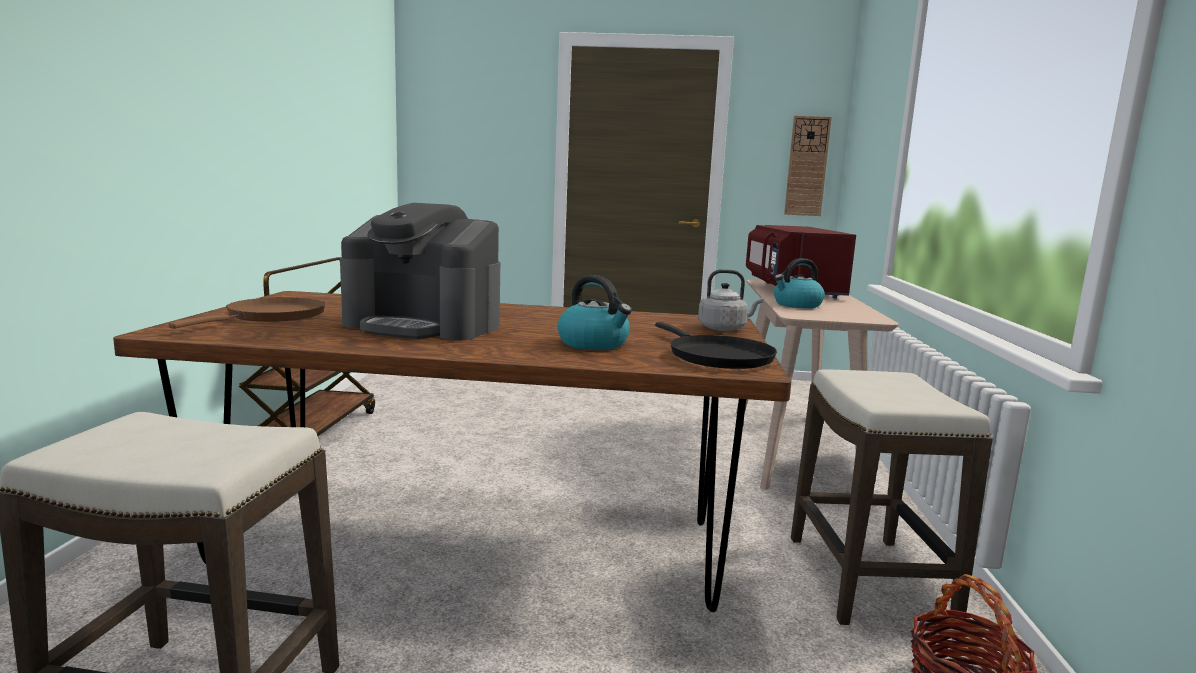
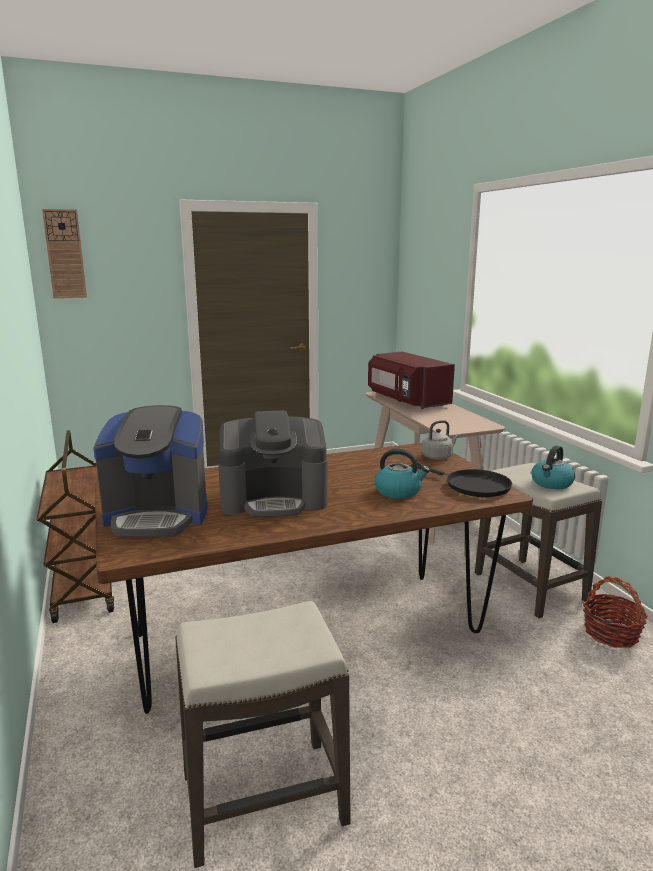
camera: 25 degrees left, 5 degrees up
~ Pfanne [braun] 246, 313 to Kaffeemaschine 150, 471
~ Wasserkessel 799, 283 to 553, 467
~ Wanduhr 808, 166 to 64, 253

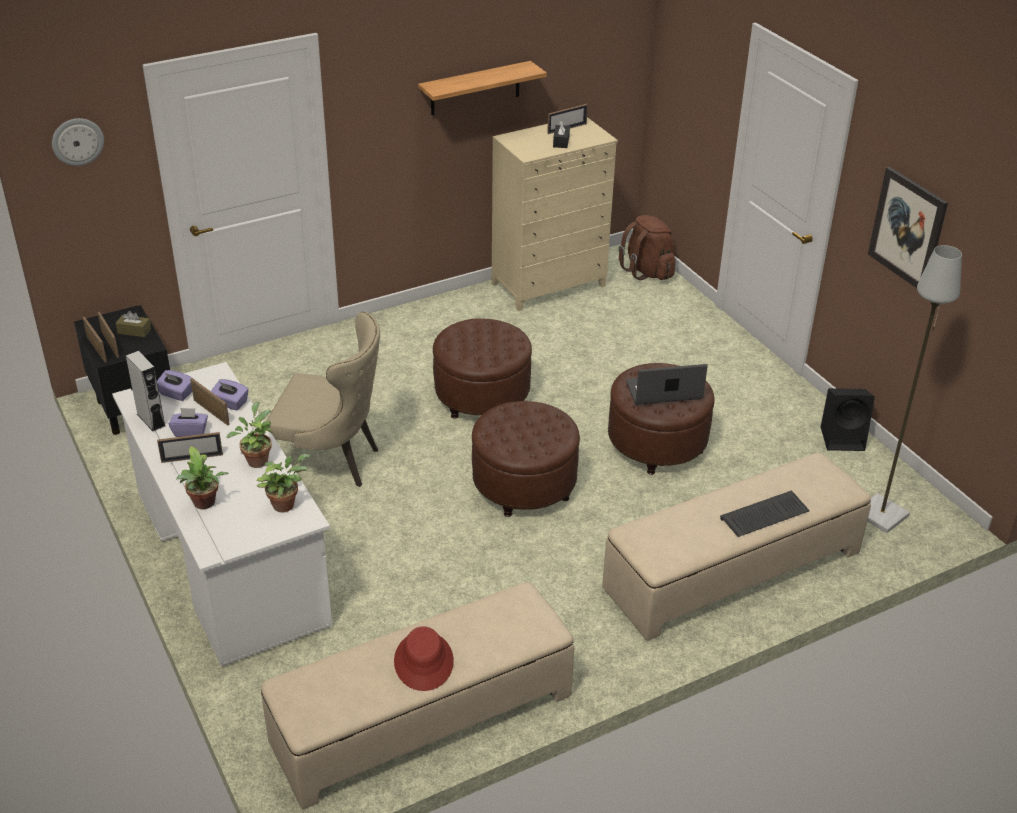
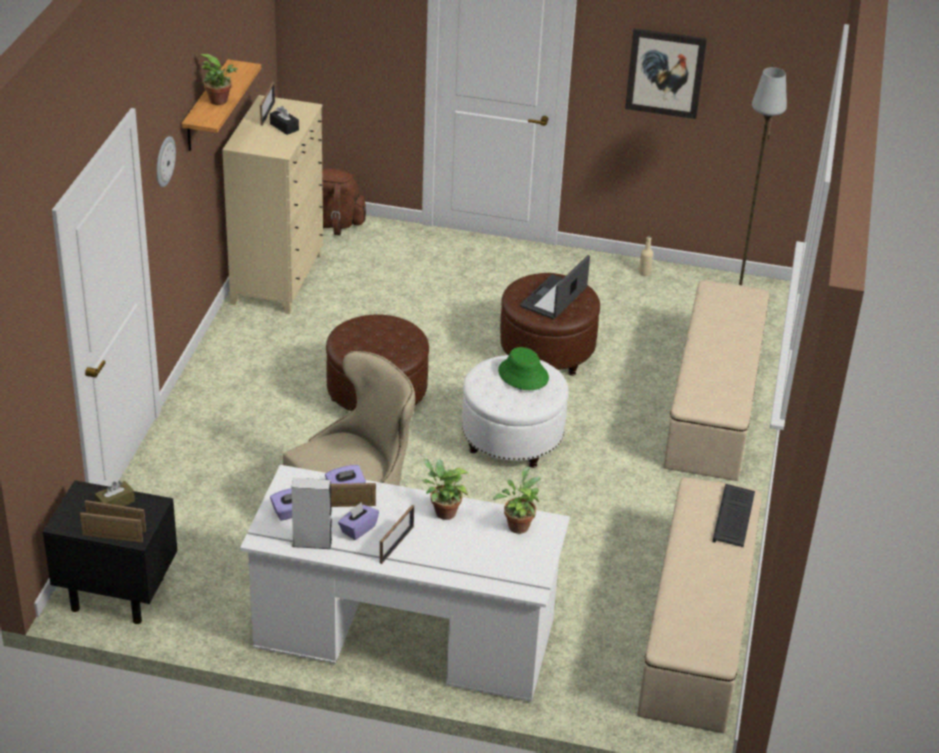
camera: 50 degrees left, 0 degrees up
~ Wanduhr 78, 142 to 166, 161
~ Topfpflanze 202, 477 to 219, 79
- Hut [rot] 424, 658
~ Polsterhocker [braun] 526, 459 to Polsterhocker [weiß] 515, 411
~ Tastatur 765, 513 to 734, 515
~ Lautsprecher [schwarz] 848, 419 to Flasche [beige] 646, 256
+ Hut [grün] 523, 368

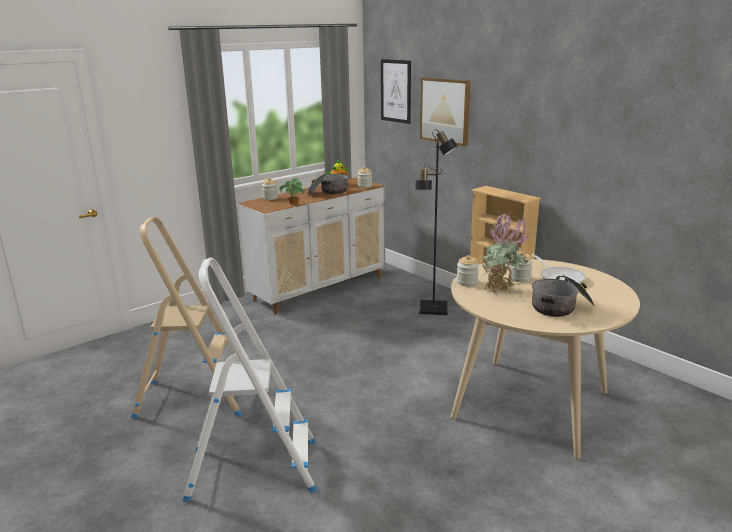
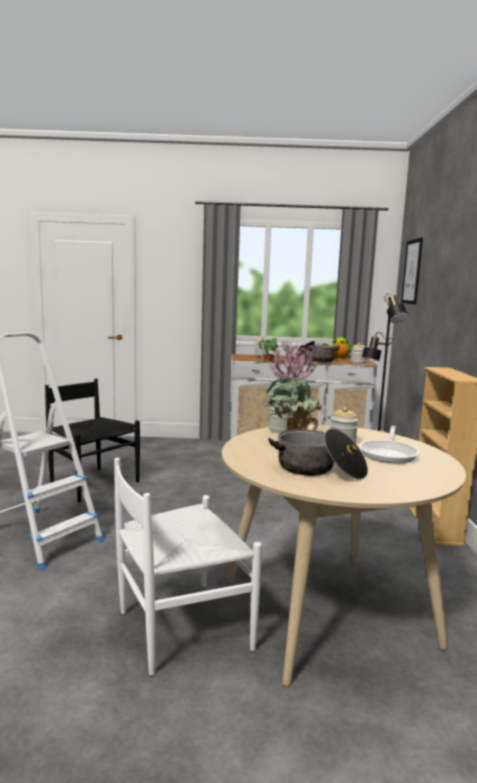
camera: 40 degrees right, 10 degrees down
~ Trittleiter [beige] 186, 317 to Stuhl [schwarz] 92, 440
- Bild 445, 112
+ Stuhl [weiß] 188, 567

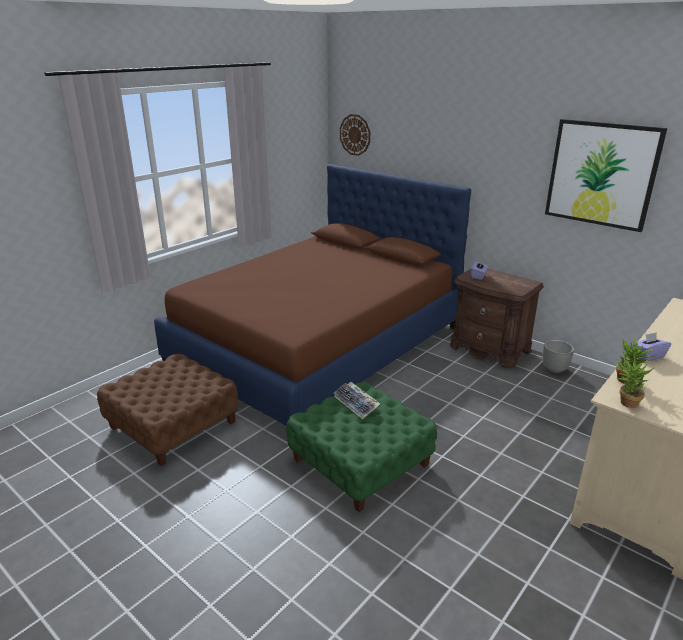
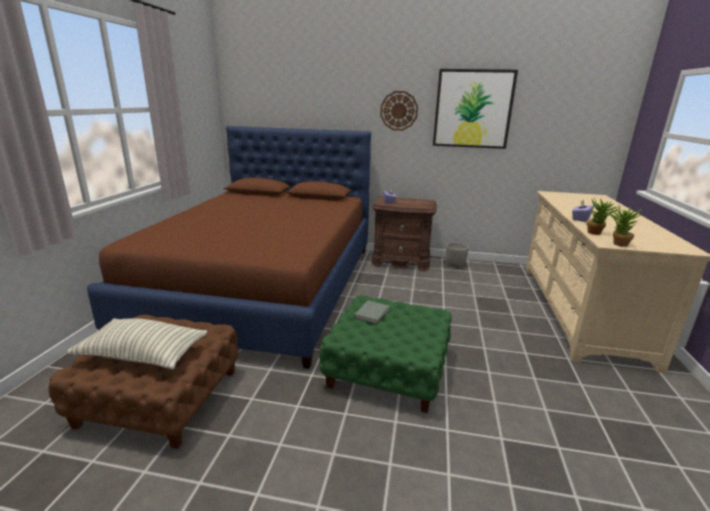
camera: 30 degrees left, 5 degrees down
~ Tastatur 357, 400 to Buch [grau] 372, 312
~ Wanduhr 355, 135 to 399, 111
+ Kissen 136, 343

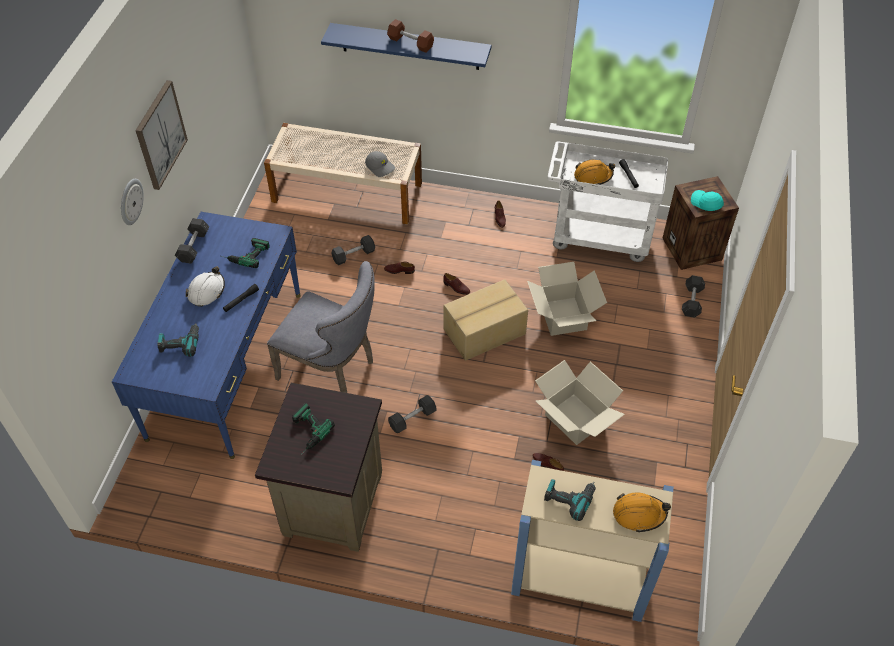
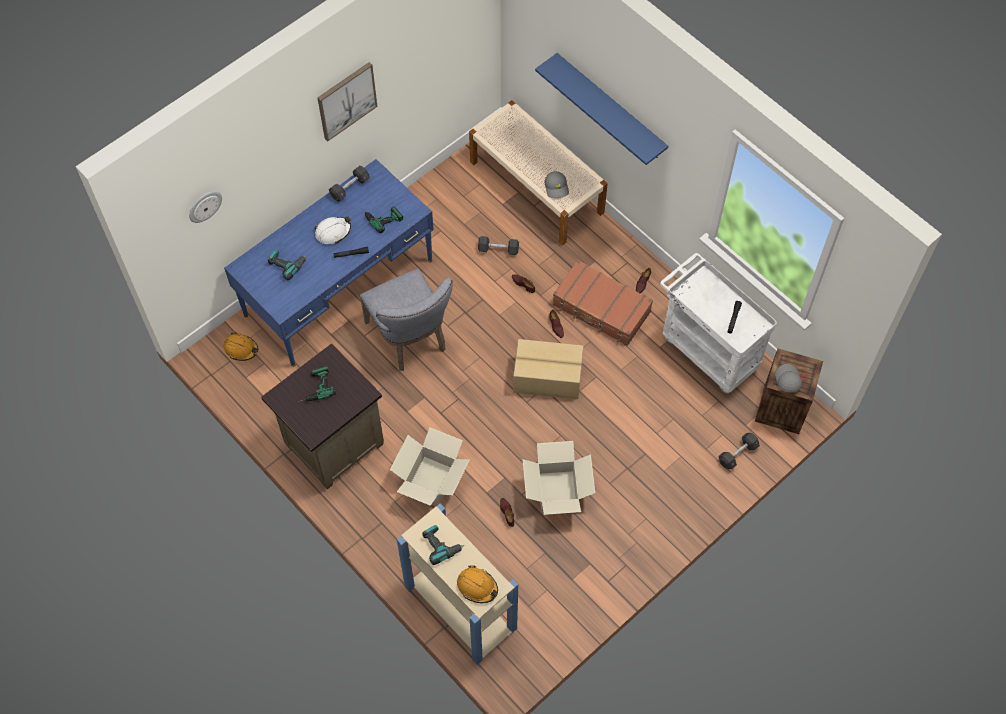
camera: 35 degrees right, 10 degrees up
~ Wanduhr 132, 202 to 205, 207
- Hantel [braun] 410, 36
- Hantel [grau] 412, 414
~ Karton 567, 299 to 430, 466
~ Schutzhelm [orange] 594, 172 to 241, 346
~ Kappe [türkis] 707, 200 to Kappe [grau] 788, 378
+ Koffer [braun] 603, 303

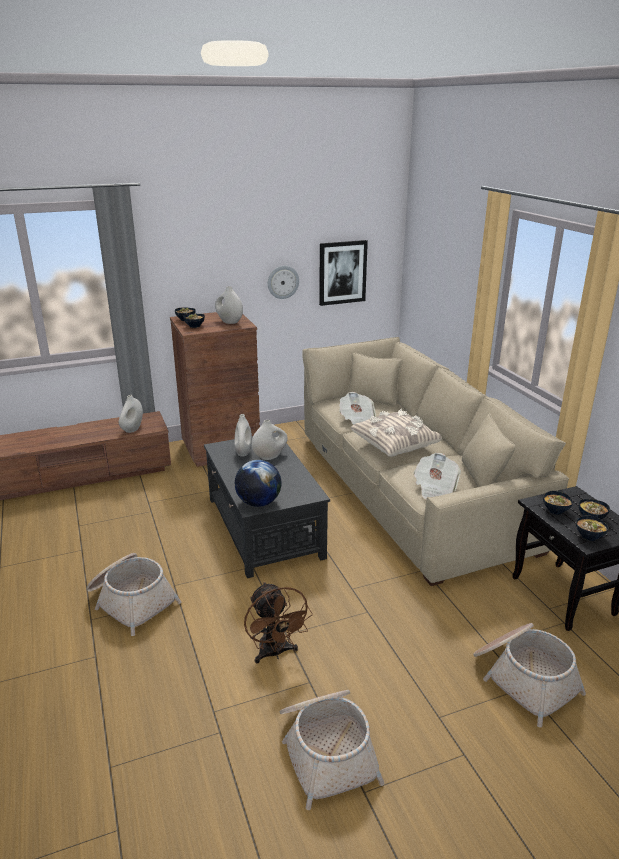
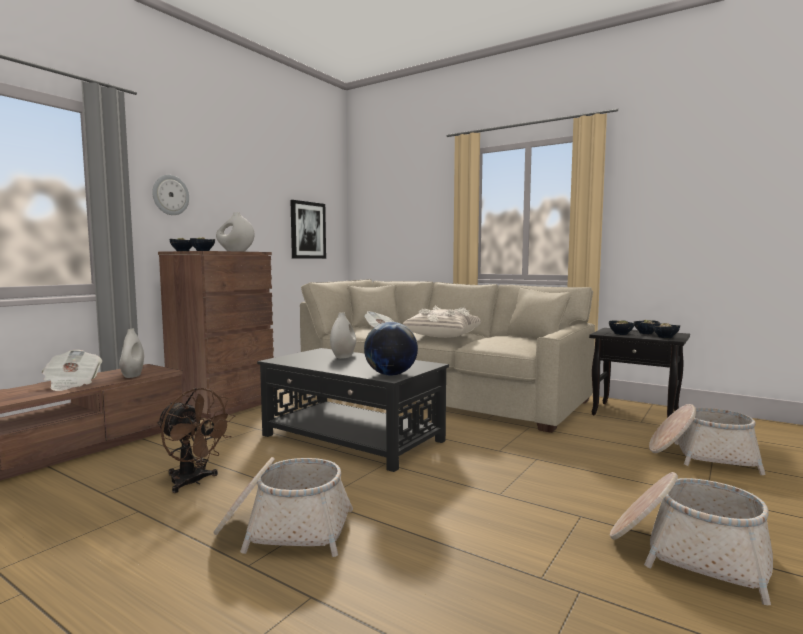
camera: 35 degrees left, 20 degrees down
- Vase [weiß] 243, 435
~ Ventilator [braun] 278, 622 to 196, 440
~ Wanduhr 283, 282 to 170, 195
~ Zeitung 437, 476 to 72, 370

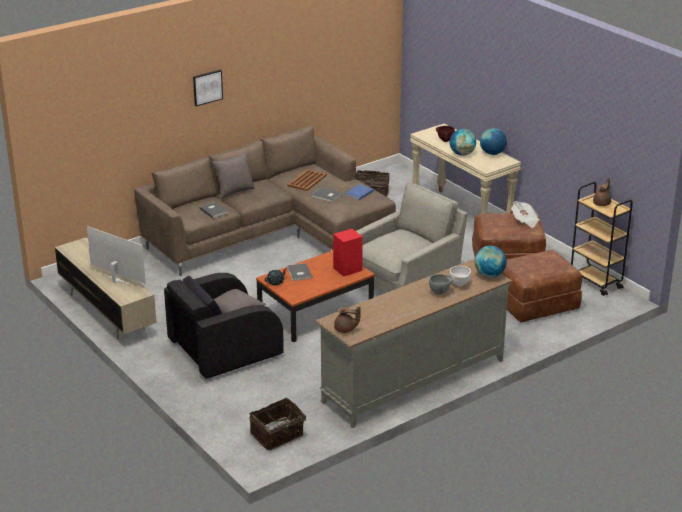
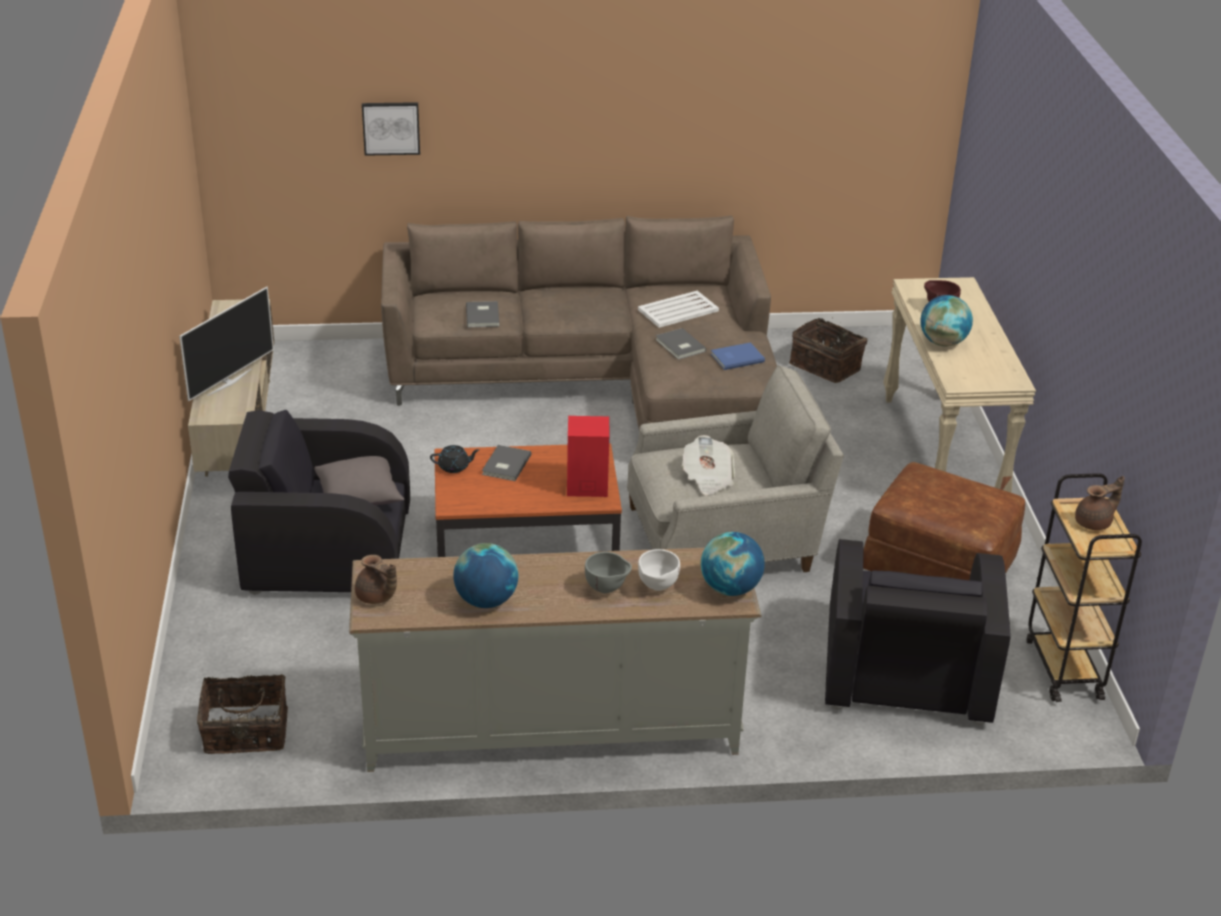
camera: 30 degrees right, 5 degrees up
~ Fernseher 116, 256 = 226, 344 60 degrees clockwise
~ Bild 208, 88 to 391, 129
- Kissen [grau] 233, 176
~ Tablett [braun] 307, 180 to Tablett [weiß] 678, 309
~ Globus 493, 141 to 485, 575
~ Polsterhocker [braun] 541, 286 to Sessel [schwarz] 918, 632
~ Zeitung 525, 214 to 708, 465

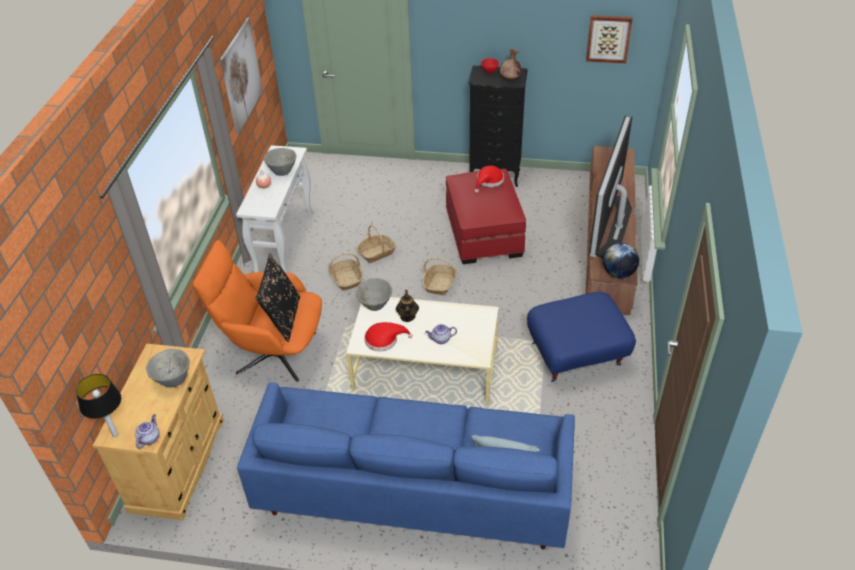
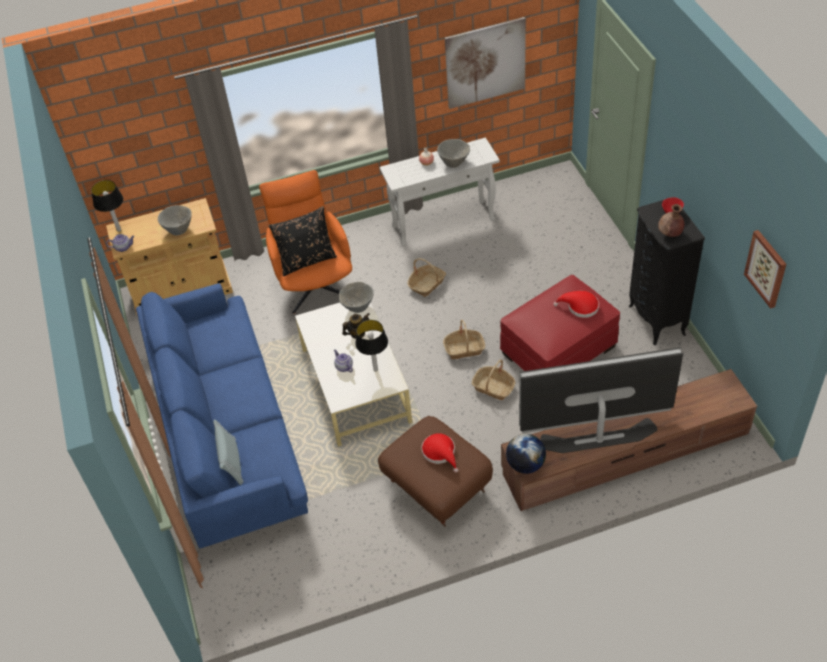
camera: 65 degrees right, 5 degrees up
~ Korb 376, 244 to 494, 379
~ Hut [rot] 388, 336 to 440, 452
~ Polsterhocker [blau] 581, 337 to Polsterhocker [braun] 435, 471
+ Tischlampe 371, 346

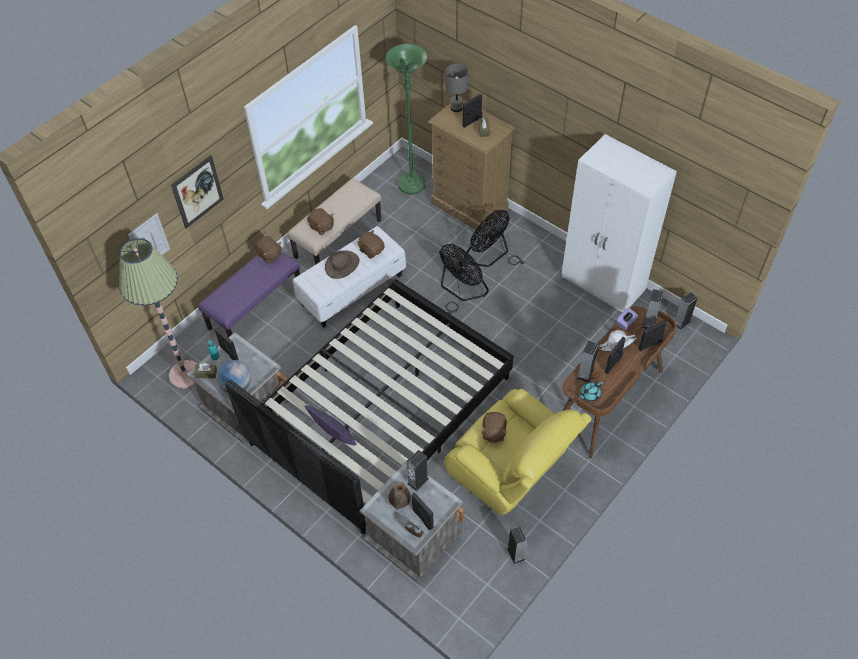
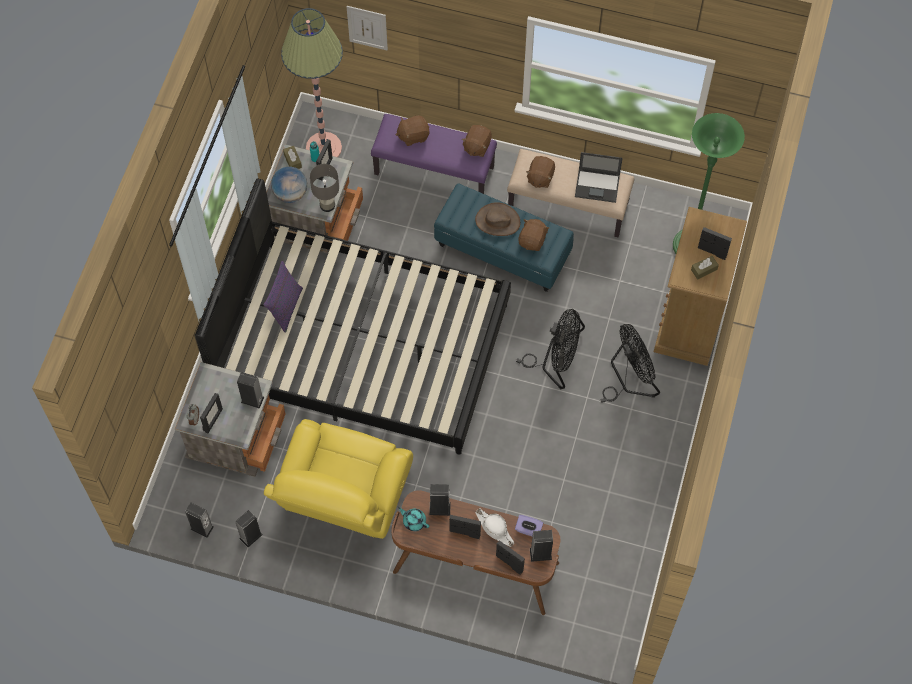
camera: 65 degrees right, 10 degrees up
- Bild 197, 192
~ Polsterhocker [weiß] 349, 276 to Polsterhocker [blau] 504, 237
- Teekanne [braun] 400, 496
~ Tischlampe [grau] 457, 88 to 324, 188
~ Ventilator [schwarz] 494, 238 = 629, 363 45 degrees clockwise
~ Plüschtier [braun] 494, 427 to 412, 130
- Kleiderschrank [weiß] 619, 223
~ Lautsprecher 686, 311 to 199, 520
+ Laptop 599, 177

